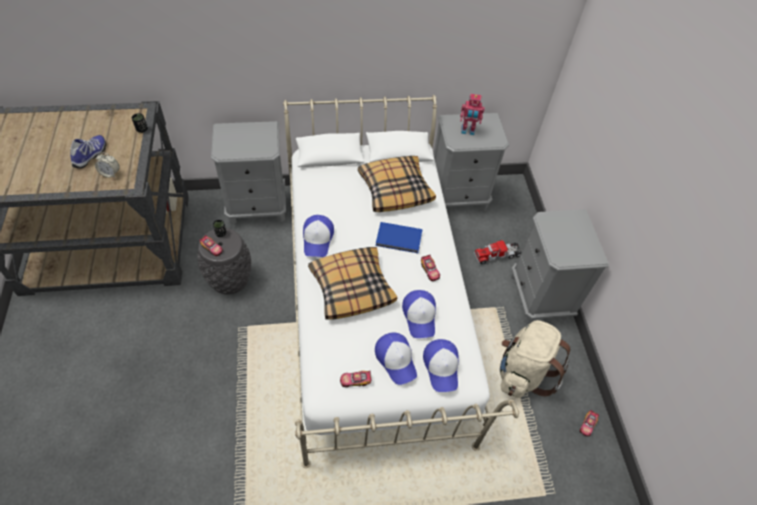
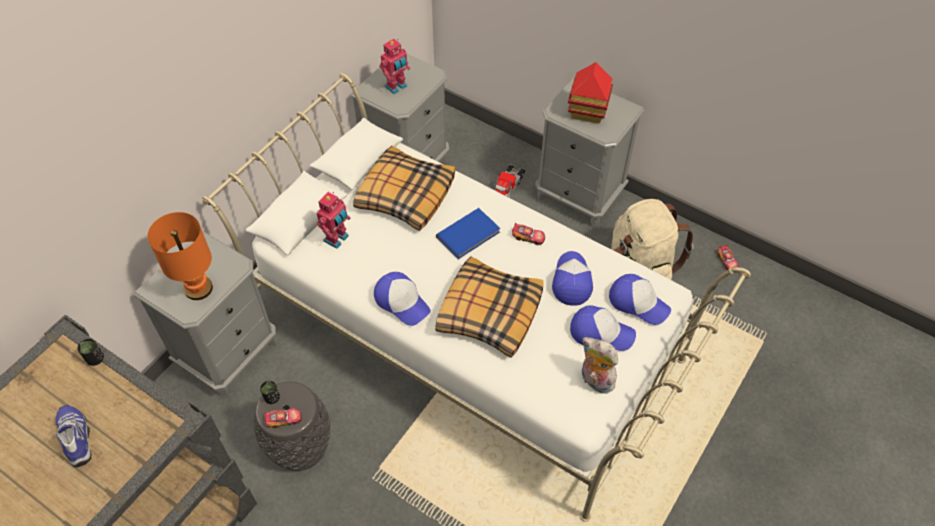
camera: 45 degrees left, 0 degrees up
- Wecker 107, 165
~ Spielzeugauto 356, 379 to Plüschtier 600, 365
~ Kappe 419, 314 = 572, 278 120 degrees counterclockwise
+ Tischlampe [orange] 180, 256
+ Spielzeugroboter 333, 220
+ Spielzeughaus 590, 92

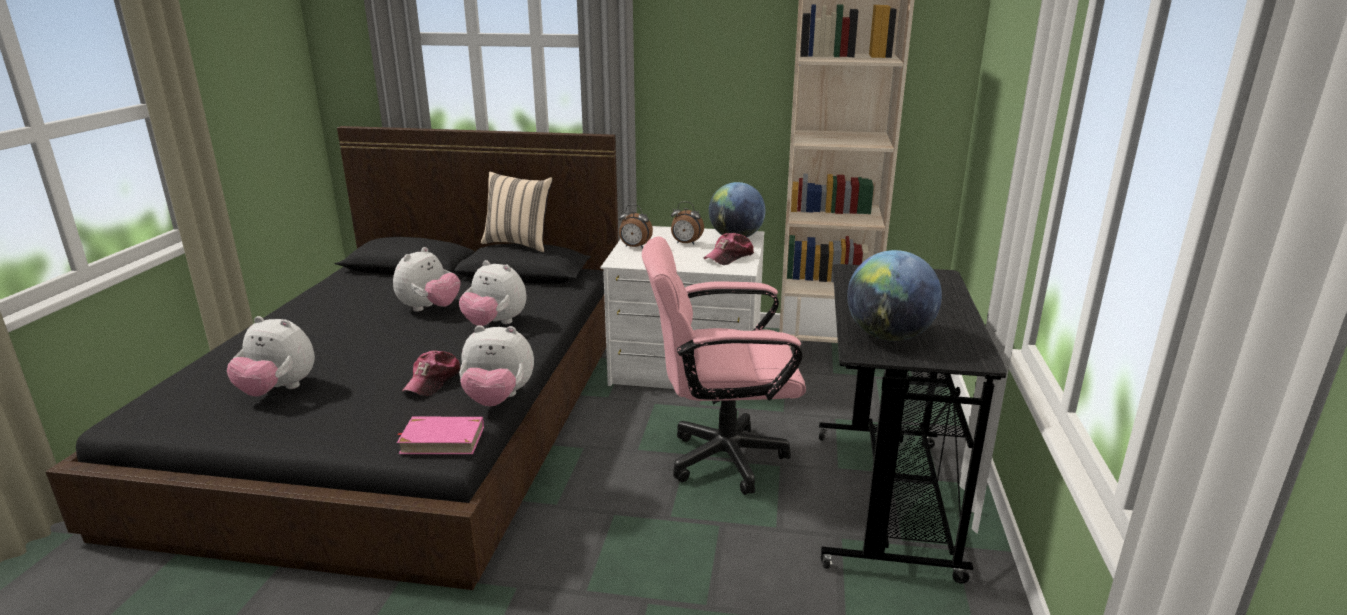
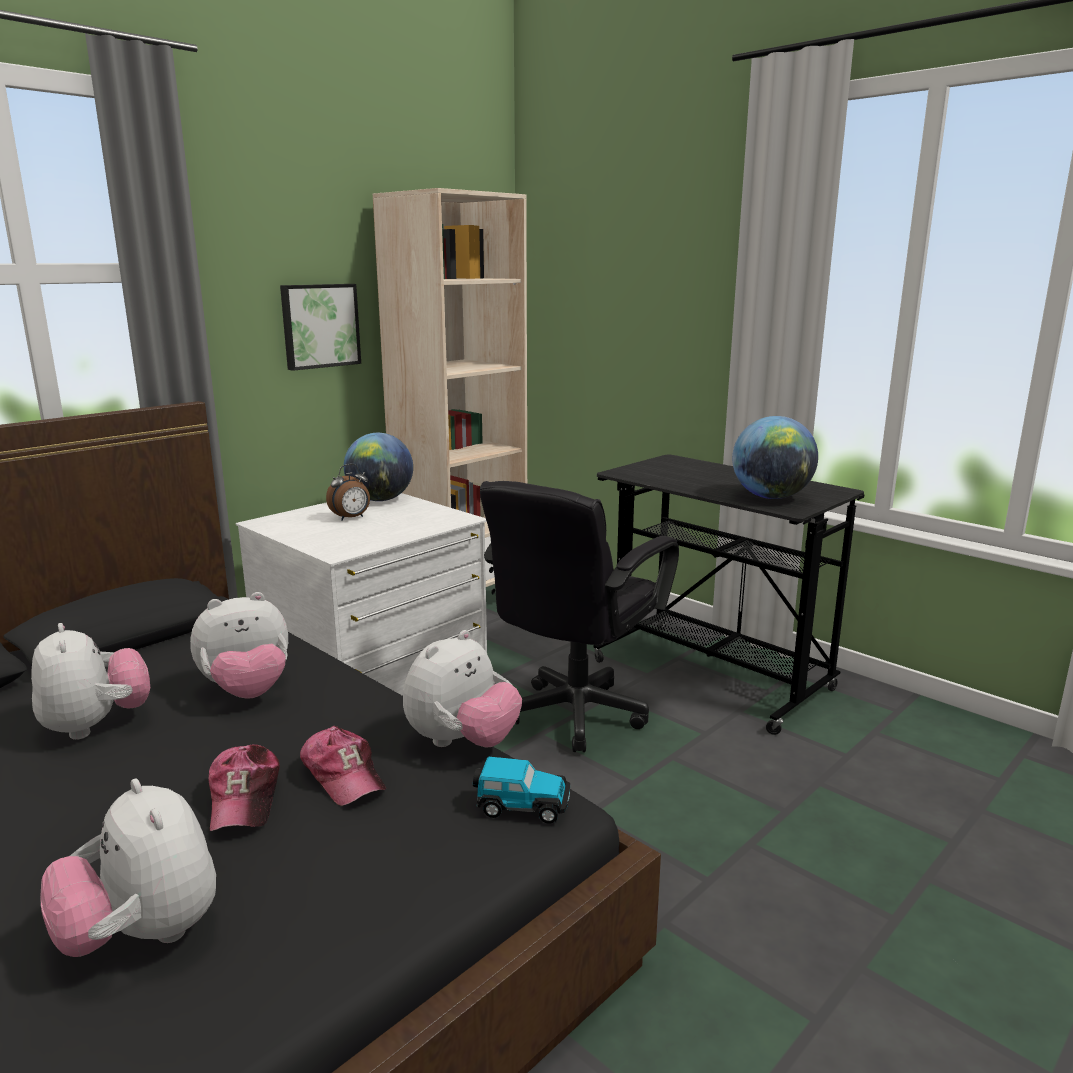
camera: 55 degrees left, 5 degrees down
~ Plüschtier 271, 356 = 128, 868 90 degrees clockwise
~ Buch [rosa] 440, 435 to Spielzeugauto 521, 790
- Kissen [beige] 517, 212
- Wecker 636, 226
~ Bürostuhl [rosa] 724, 365 to Bürostuhl [schwarz] 579, 617
~ Kappe 728, 249 to 244, 787
+ Bild 320, 327

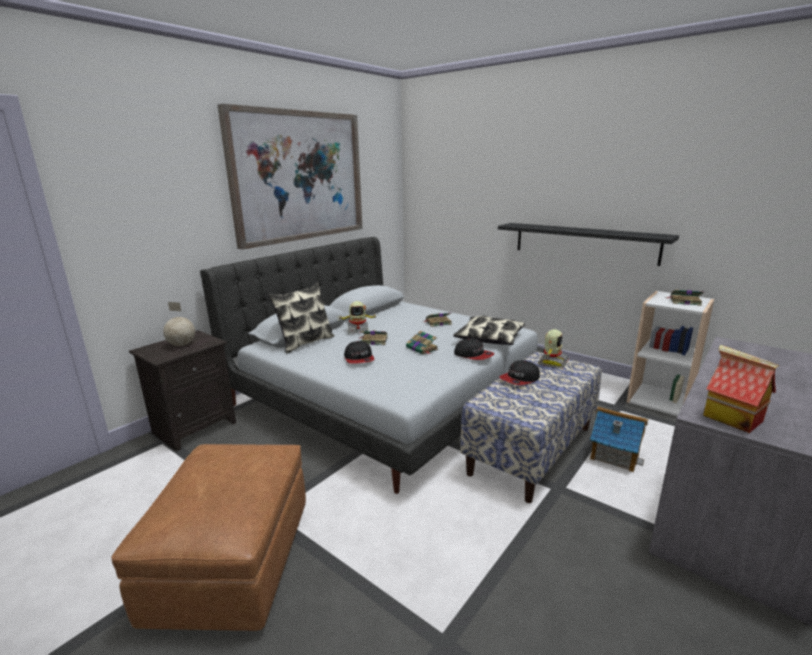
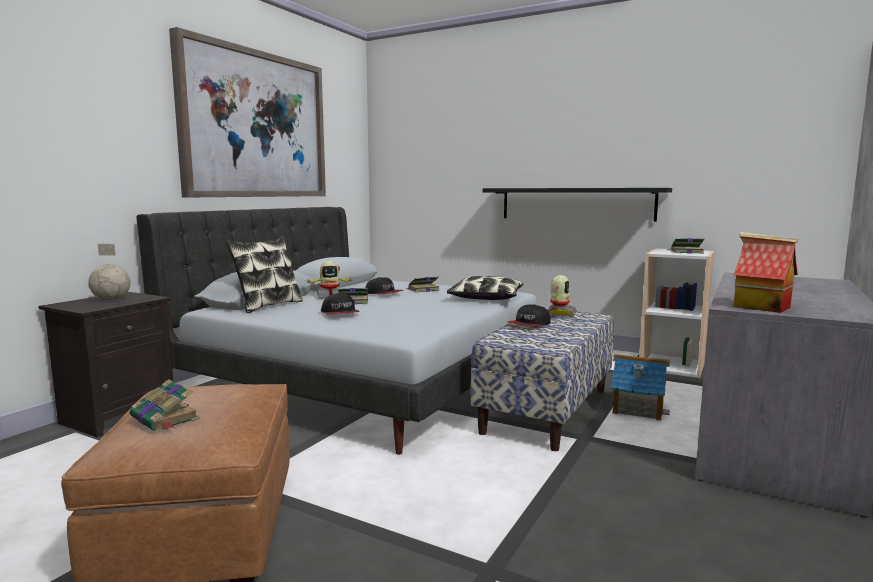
camera: 10 degrees left, 10 degrees down
~ Buch 422, 342 to 165, 405
~ Kappe 474, 349 to 384, 285

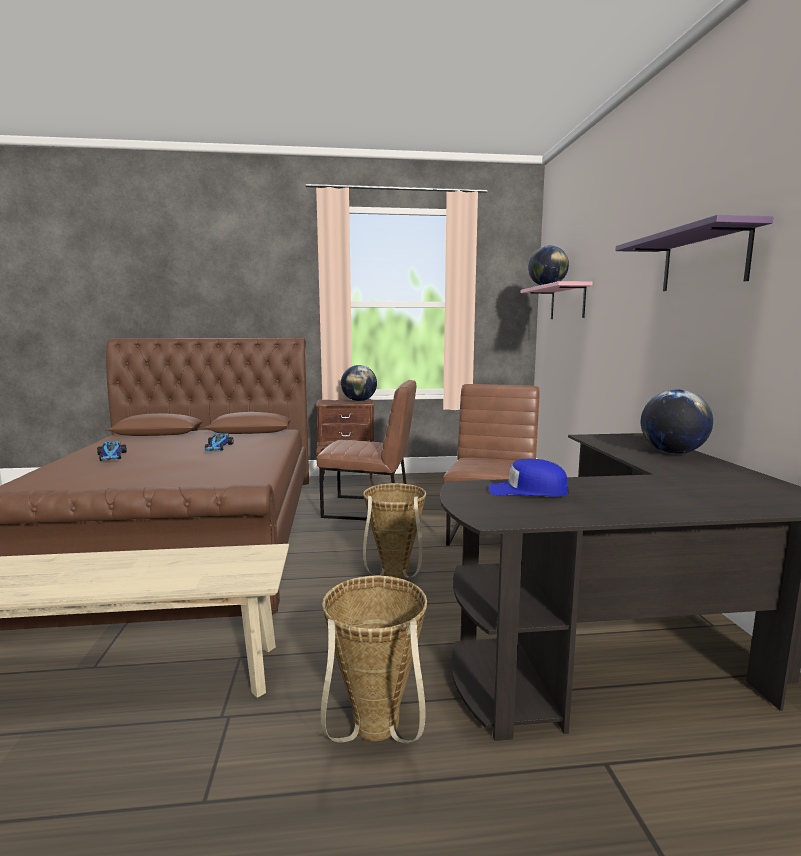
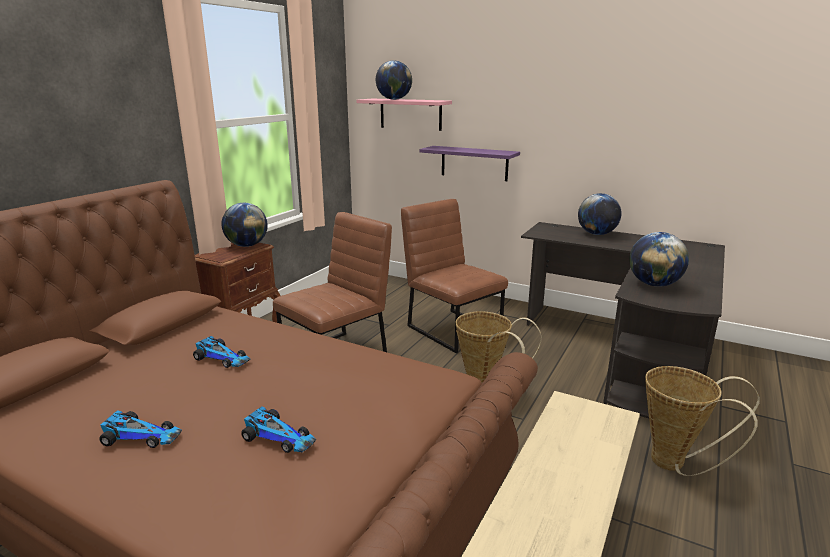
camera: 55 degrees left, 10 degrees up
~ Kappe [blau] 529, 478 to Globus 659, 259
~ Wandregal [lila] 694, 253 to 469, 163
+ Spielzeugauto 278, 429

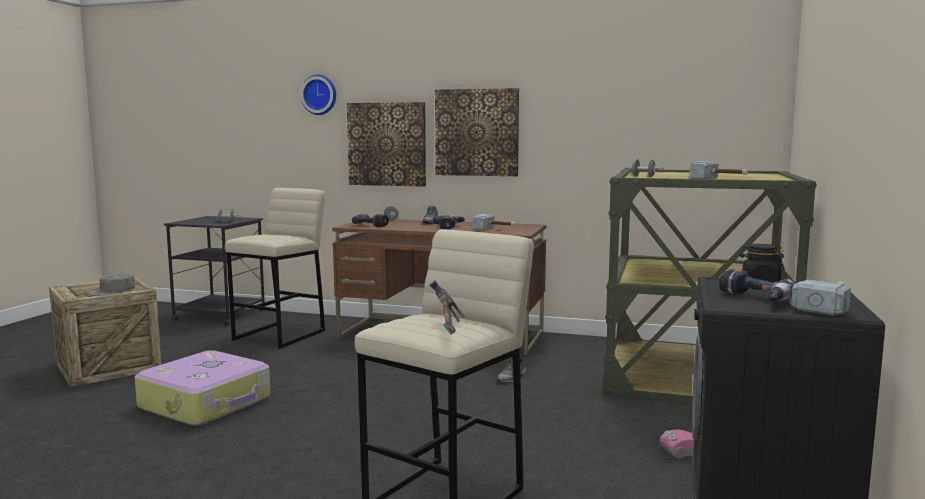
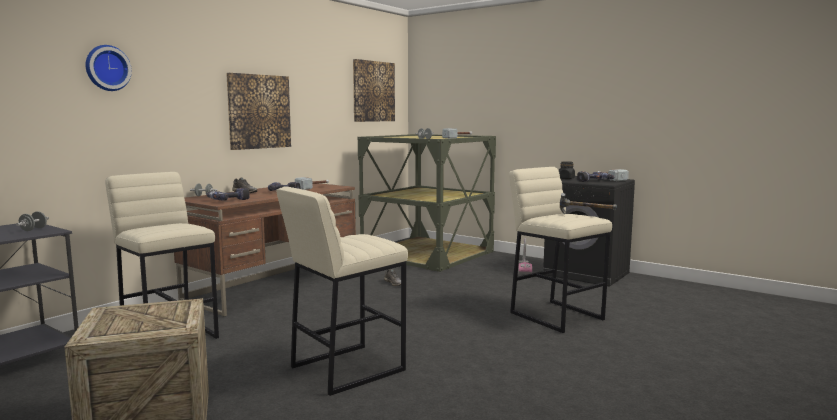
camera: 70 degrees left, 0 degrees up
- Kappe [grau] 110, 284
~ Koffer 202, 388 to Hocker [beige] 342, 291
~ Bild 386, 144 to 374, 90

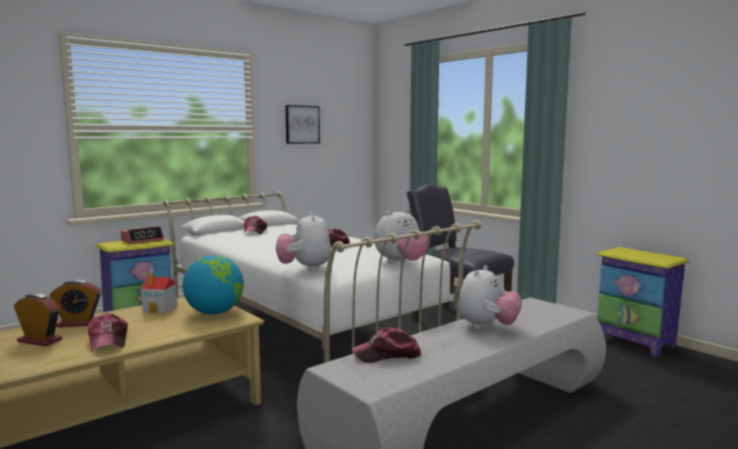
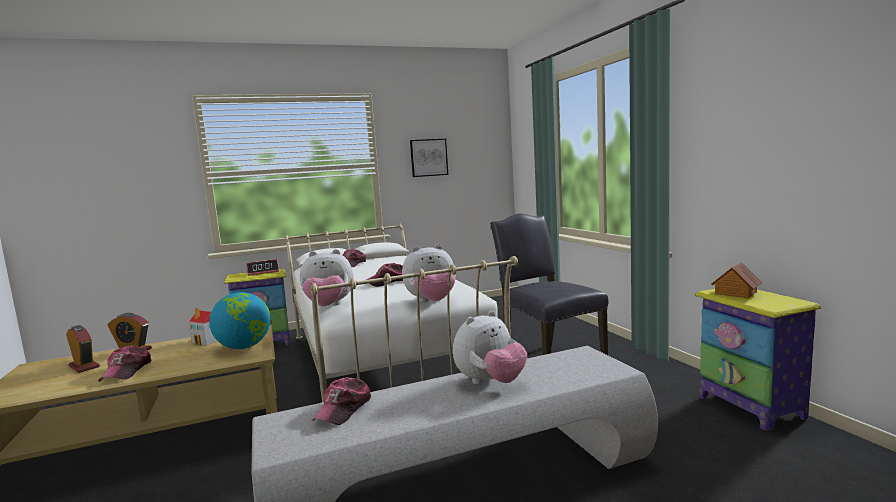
camera: 20 degrees right, 0 degrees up
~ Plüschtier 303, 241 = 326, 278 105 degrees counterclockwise
~ Kappe 386, 345 = 341, 401 75 degrees counterclockwise
+ Spielzeughaus 736, 280

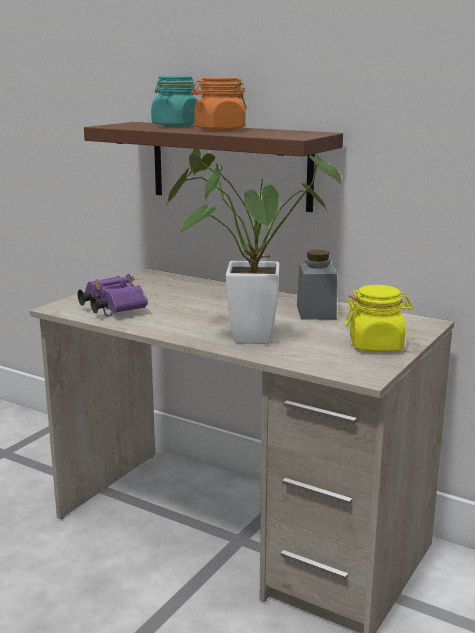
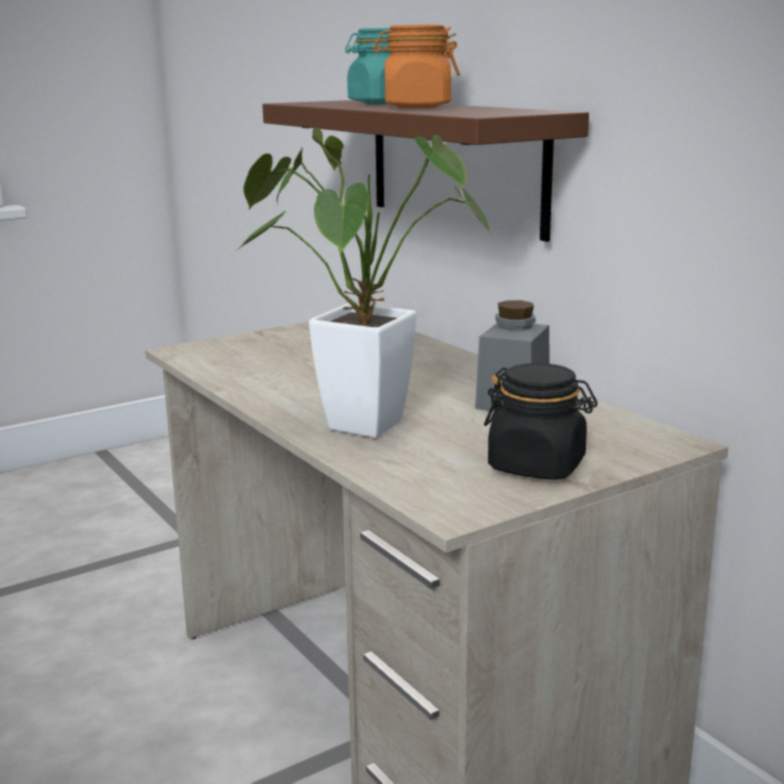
camera: 25 degrees right, 0 degrees up
- Fernglas [lila] 113, 295
~ Vorratsglas [gelb] 379, 318 to Vorratsglas [schwarz] 541, 421

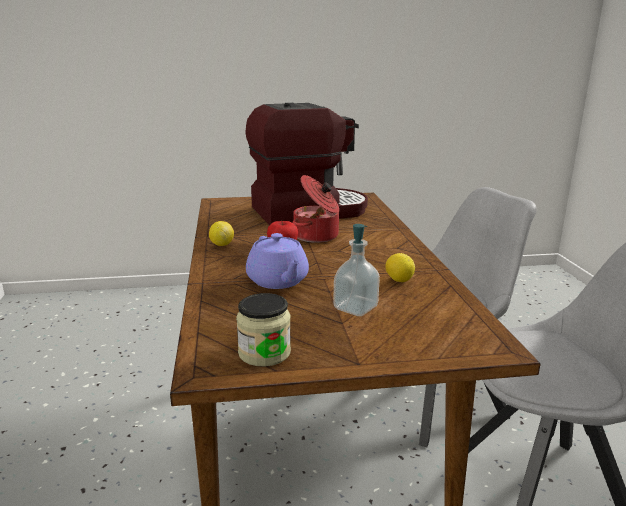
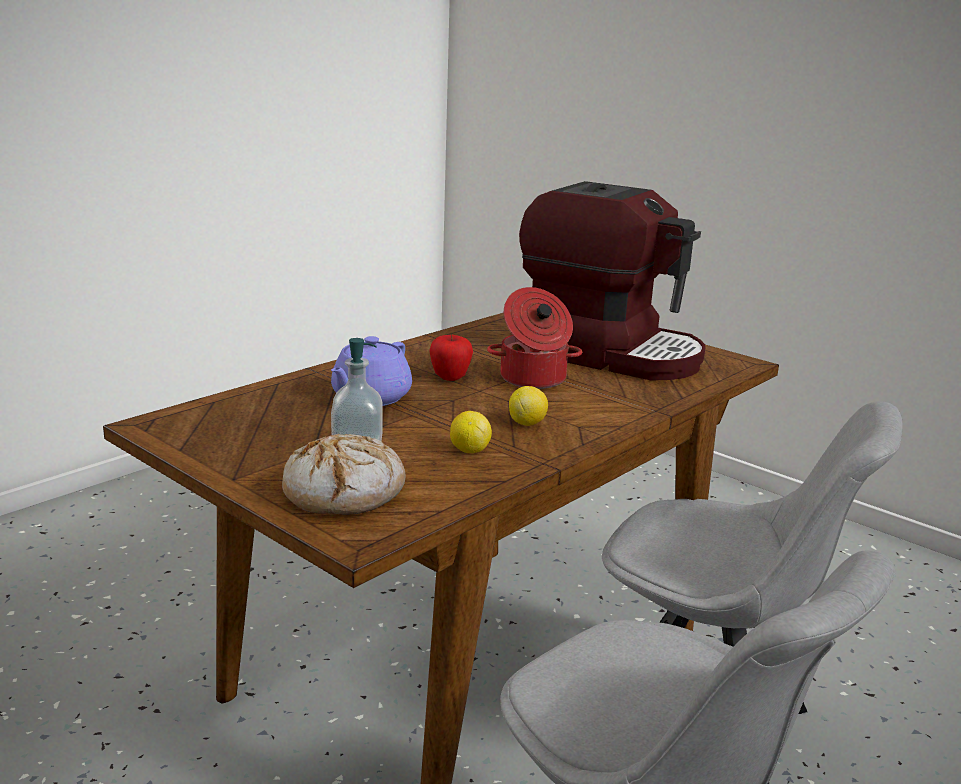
camera: 50 degrees right, 0 degrees up
~ Zitrone 221, 233 to 528, 406
- Vorratsglas 263, 330
+ Brot 344, 474

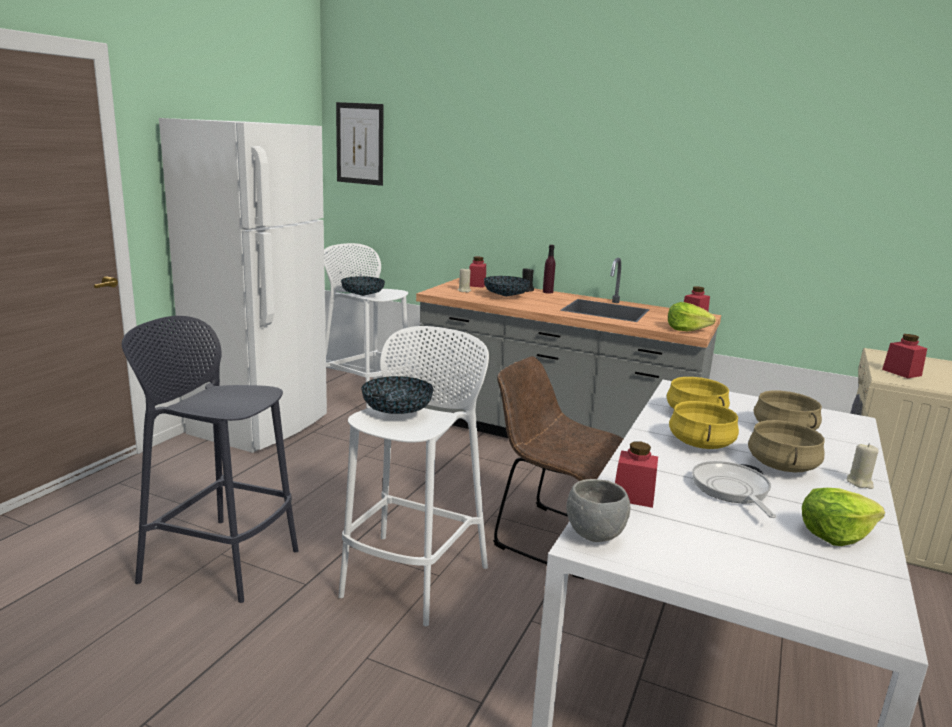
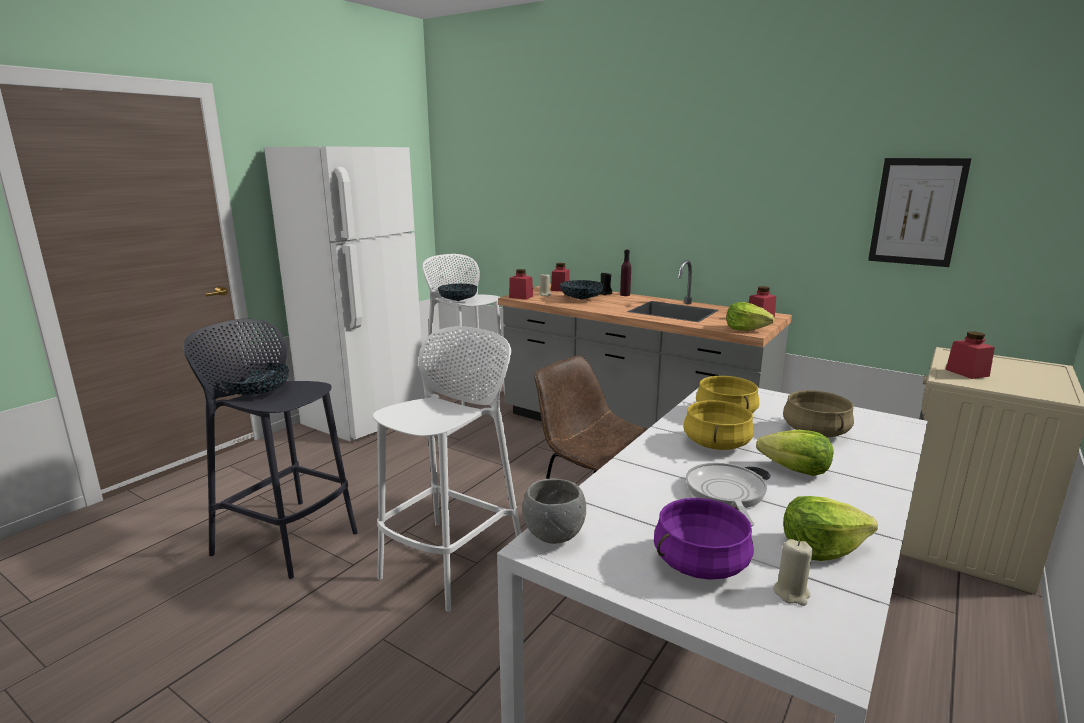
camera: 10 degrees right, 0 degrees up
~ Bild 360, 144 to 919, 212
~ Schüssel 397, 395 to 254, 379
~ Vorratsglas [rot] 636, 475 to 521, 284
~ Kochtopf [beige] 786, 446 to Salatkopf 795, 453
~ Kerze [beige] 863, 466 to 793, 572
+ Kochtopf [lila] 704, 539

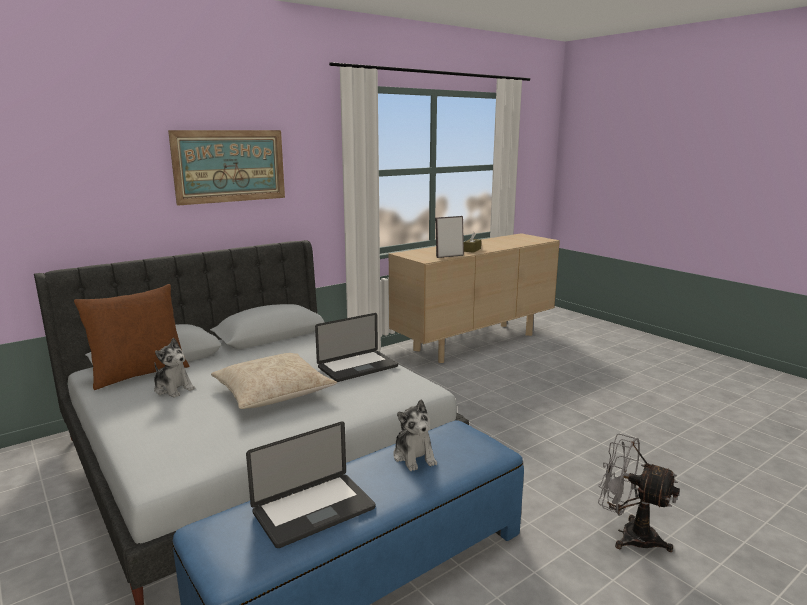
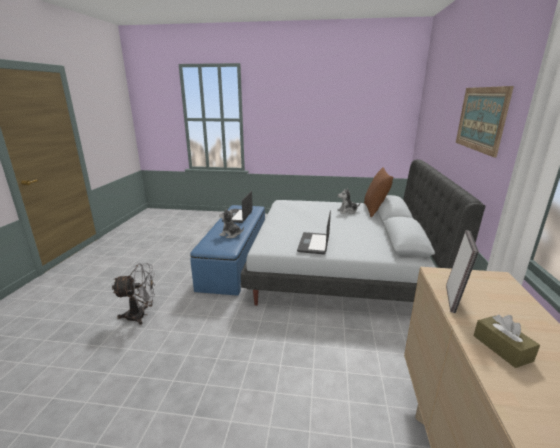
camera: 135 degrees right, 5 degrees up
- Kissen [beige] 274, 381

